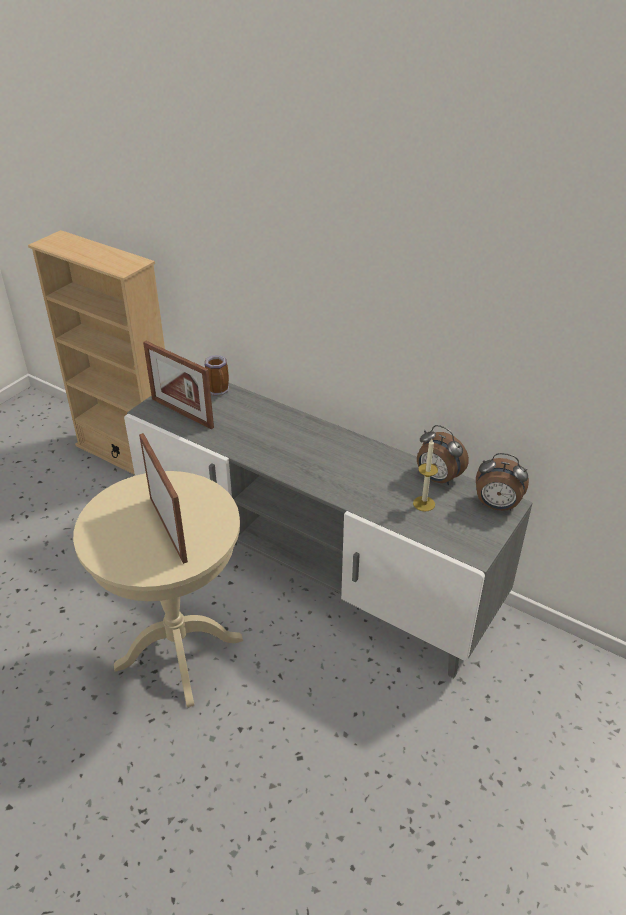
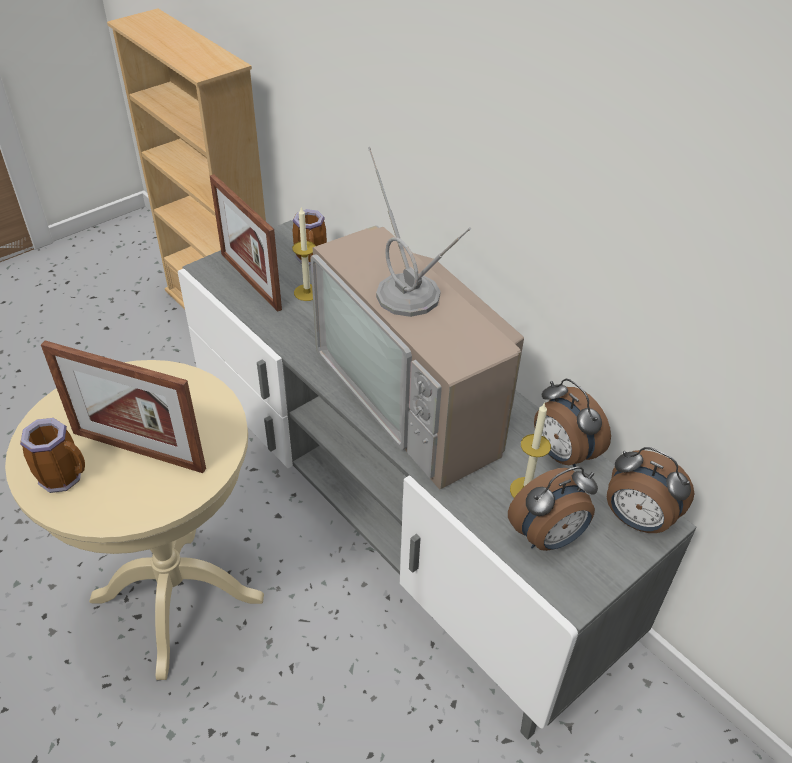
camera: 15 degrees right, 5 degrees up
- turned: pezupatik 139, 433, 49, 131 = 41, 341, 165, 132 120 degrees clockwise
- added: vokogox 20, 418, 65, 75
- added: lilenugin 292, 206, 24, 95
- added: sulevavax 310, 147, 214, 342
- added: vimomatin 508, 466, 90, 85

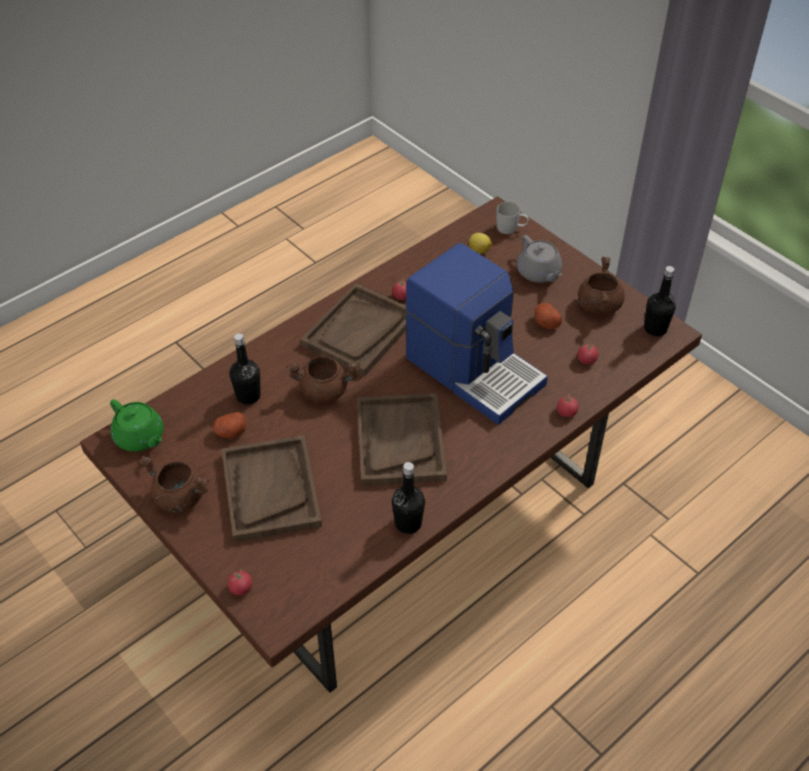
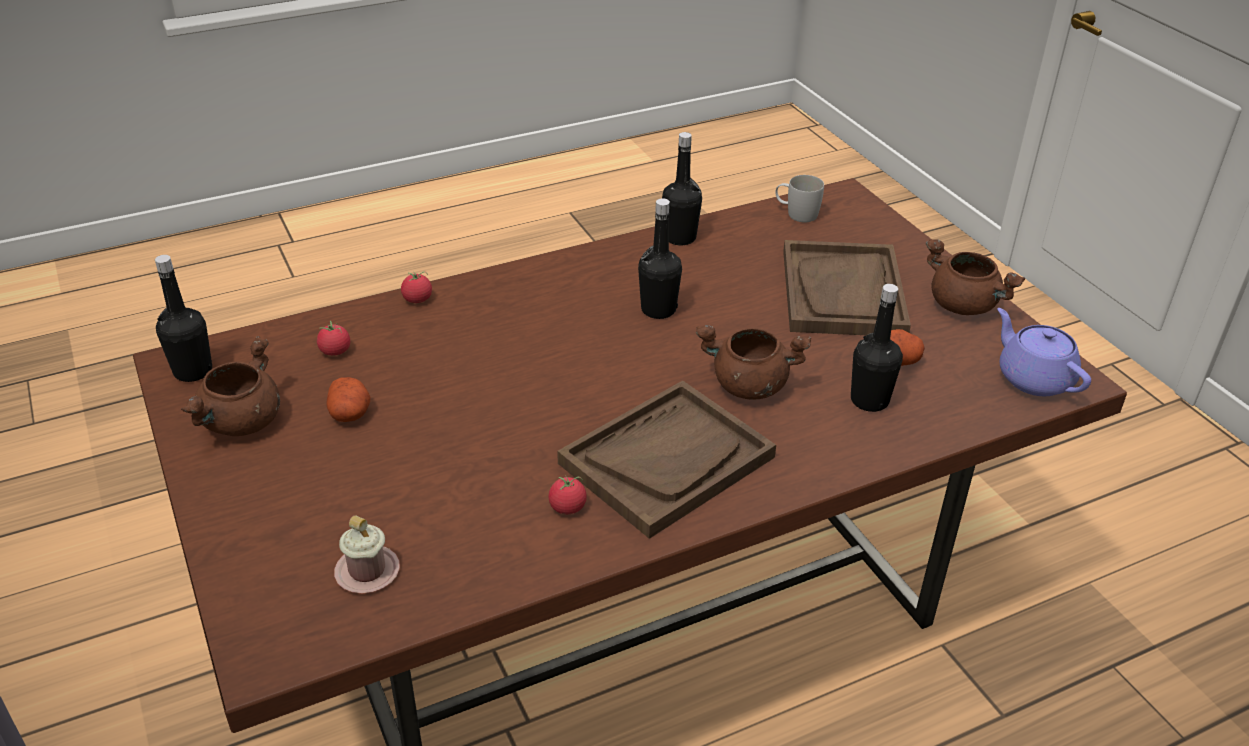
camera: 165 degrees left, 10 degrees down
- recoloured: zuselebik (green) 110, 399, 54, 53 to zuselebik (purple) 997, 308, 94, 88
- removed: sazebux 228, 568, 24, 28
- replaced: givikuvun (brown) 357, 393, 90, 93 to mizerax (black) 638, 198, 44, 121
- removed: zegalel 406, 243, 142, 182
- replaced: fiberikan 469, 233, 23, 21 to vokogox (pink) 334, 516, 66, 77
- moved: vokogox (white) 496, 202, 33, 32 to 775, 175, 49, 47
- removed: zuselebik (grey) 517, 235, 45, 48

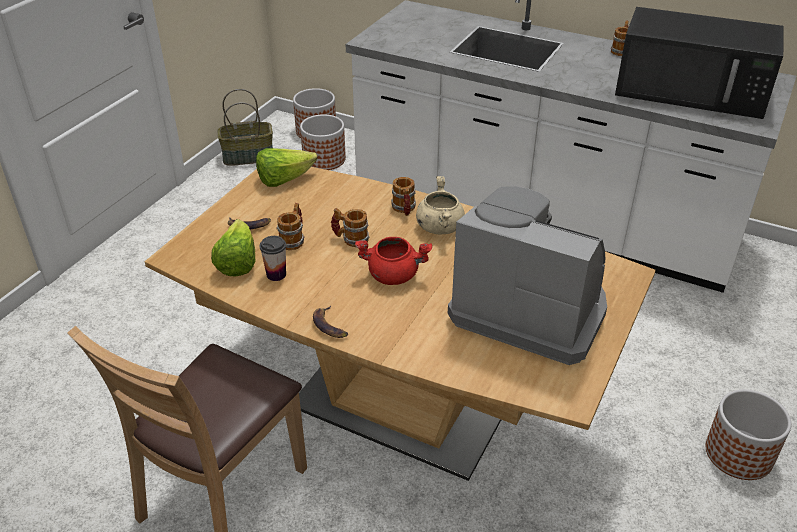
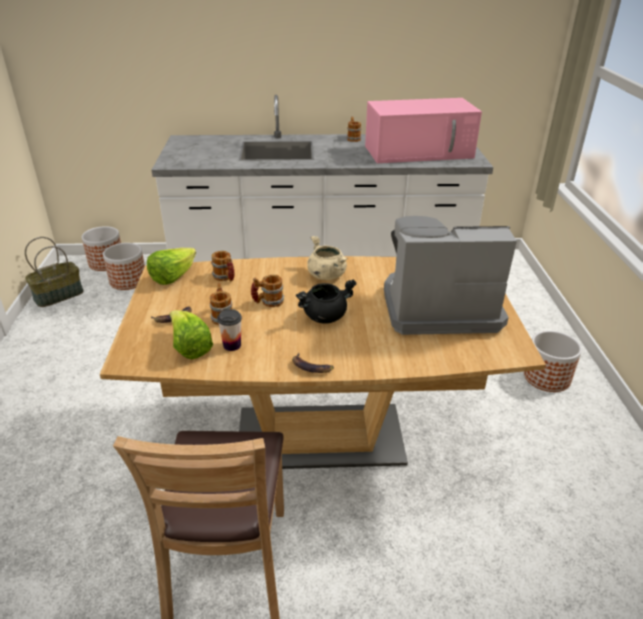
camera: 30 degrees left, 5 degrees down
- recoloured: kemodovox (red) 355, 237, 77, 48 to kemodovox (black) 296, 280, 61, 44
- moved: vokogox 391, 177, 25, 39 to 211, 251, 24, 31
- recoloured: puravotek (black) 615, 7, 169, 112 to puravotek (pink) 365, 98, 117, 65

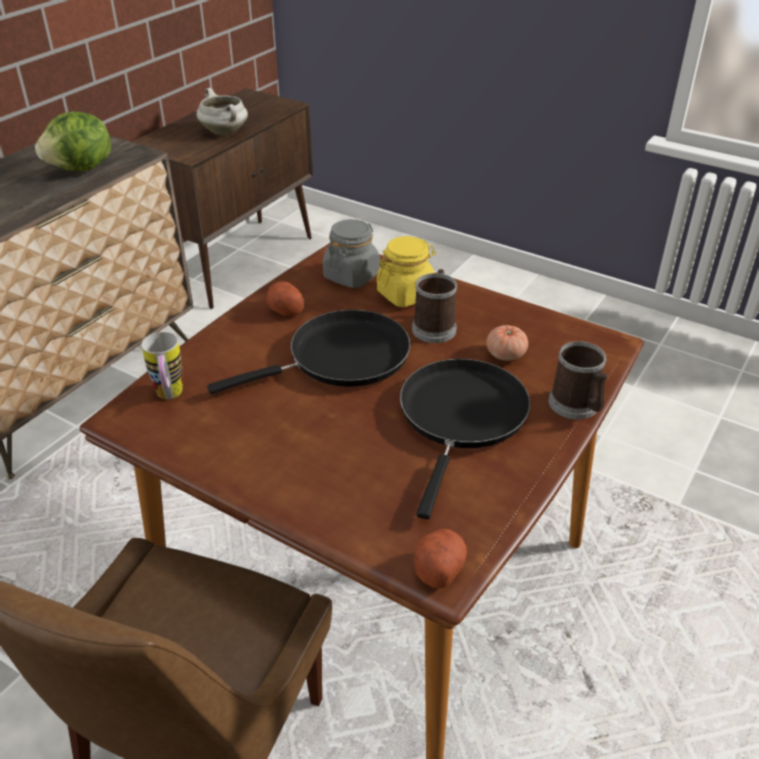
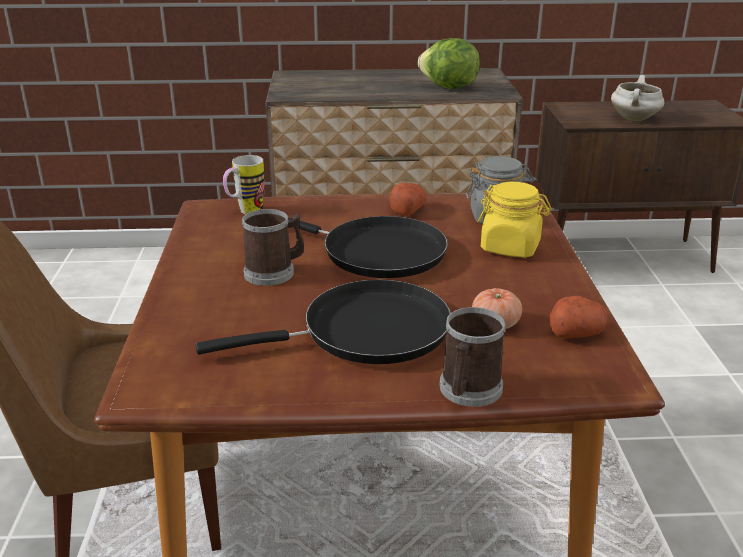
camera: 55 degrees right, 10 degrees down
- moved: vokogox 412, 269, 46, 74 to 242, 209, 62, 77
- moved: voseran 413, 529, 54, 59 to 550, 296, 58, 42

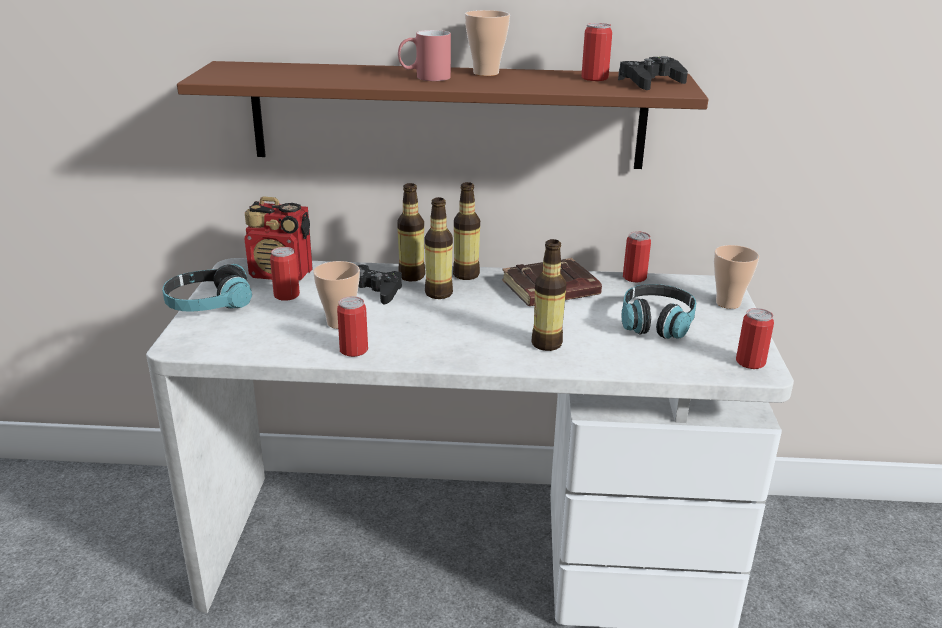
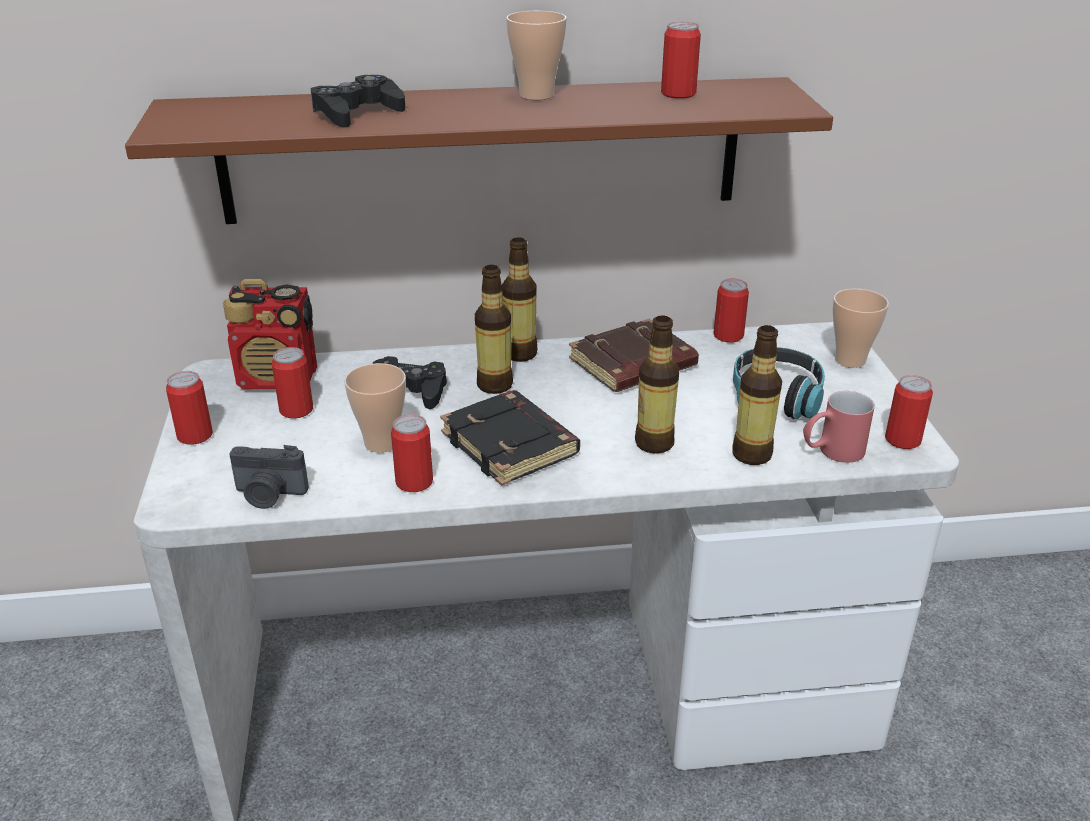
camera: 10 degrees left, 5 degrees up
- replaced: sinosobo 162, 264, 90, 48 to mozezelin 166, 371, 47, 74
- moved: mizerax 397, 183, 28, 98 to 732, 325, 50, 140
- moved: vokogox (red) 398, 30, 53, 51 to 803, 391, 72, 72
- moved: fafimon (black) 618, 56, 70, 34 to 311, 75, 94, 53
- added: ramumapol 229, 445, 80, 64
- added: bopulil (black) 440, 390, 140, 96

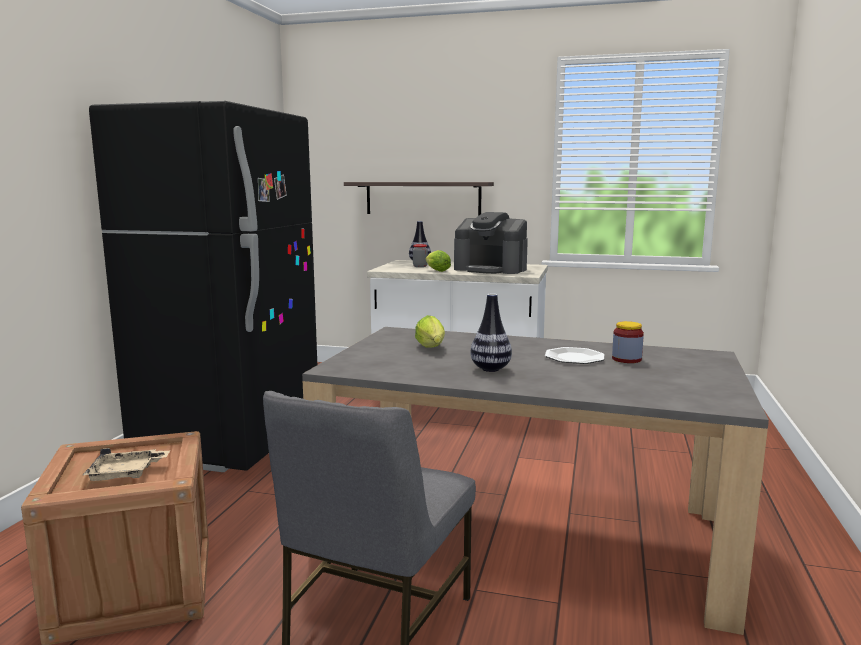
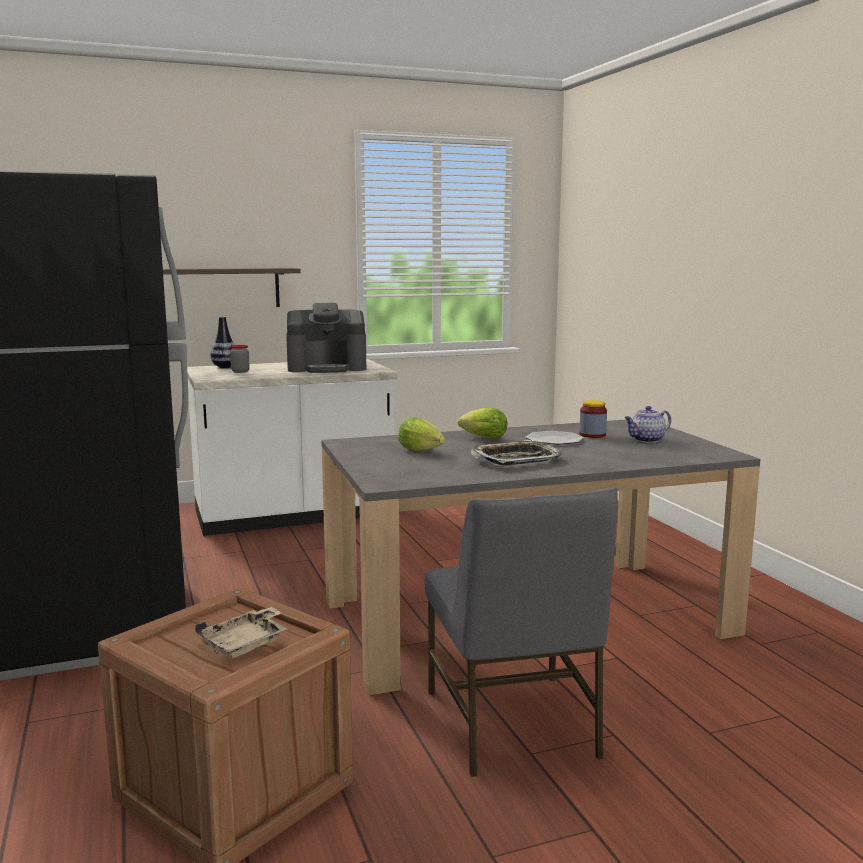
camera: 35 degrees left, 0 degrees up
- moved: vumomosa 425, 250, 26, 22 to 458, 408, 49, 31
- replaced: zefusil 470, 294, 42, 78 to givikuvun 471, 440, 92, 26
- added: zuselebik 625, 406, 46, 37

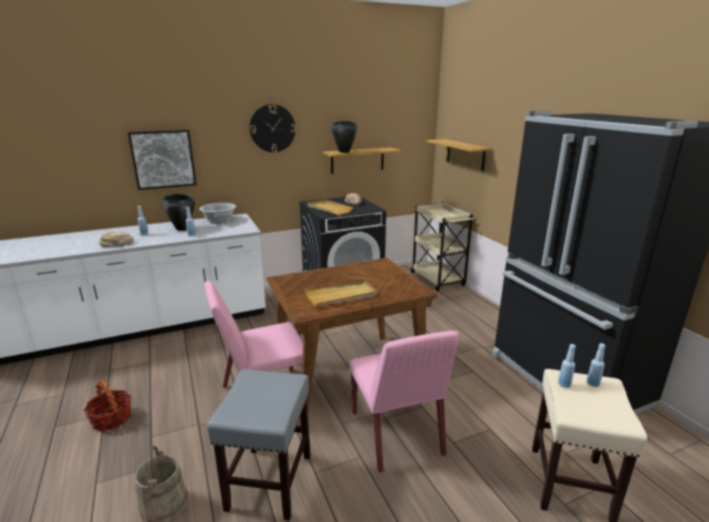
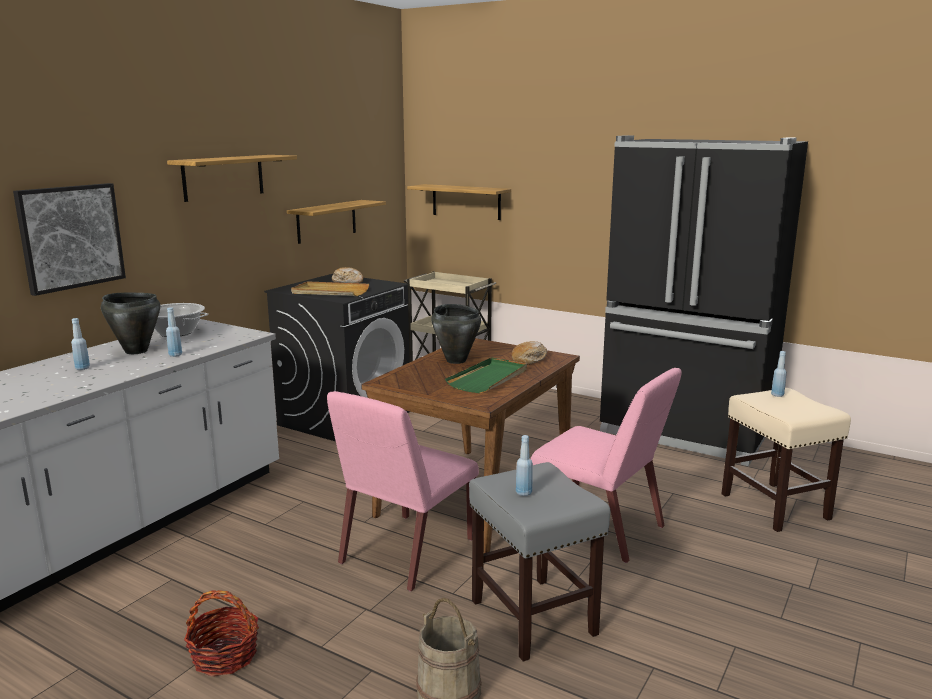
camera: 35 degrees left, 5 degrees down
- moved: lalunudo 99, 232, 35, 15 to 512, 341, 35, 24
- replaced: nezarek 249, 104, 47, 48 to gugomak 167, 155, 130, 47
- recoloured: givikuvun (beige) 304, 279, 74, 27 to givikuvun (green) 445, 357, 82, 36
- moved: kemodovox (black) 331, 121, 26, 32 to 431, 304, 50, 60
- moved: mizerax (blue) 558, 344, 18, 44 to 516, 435, 17, 61

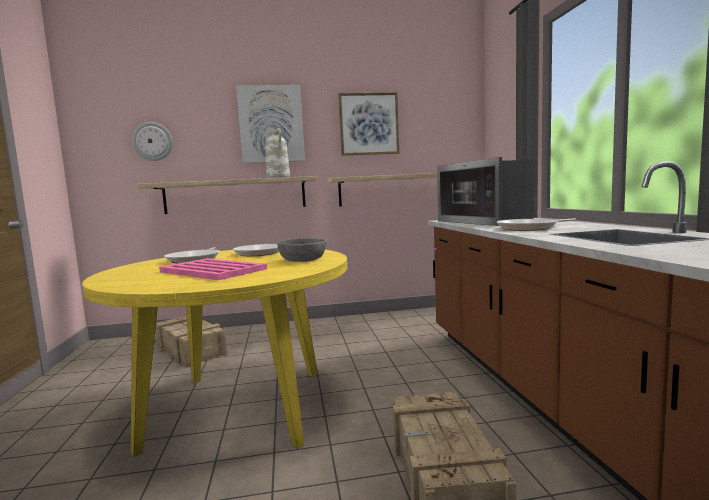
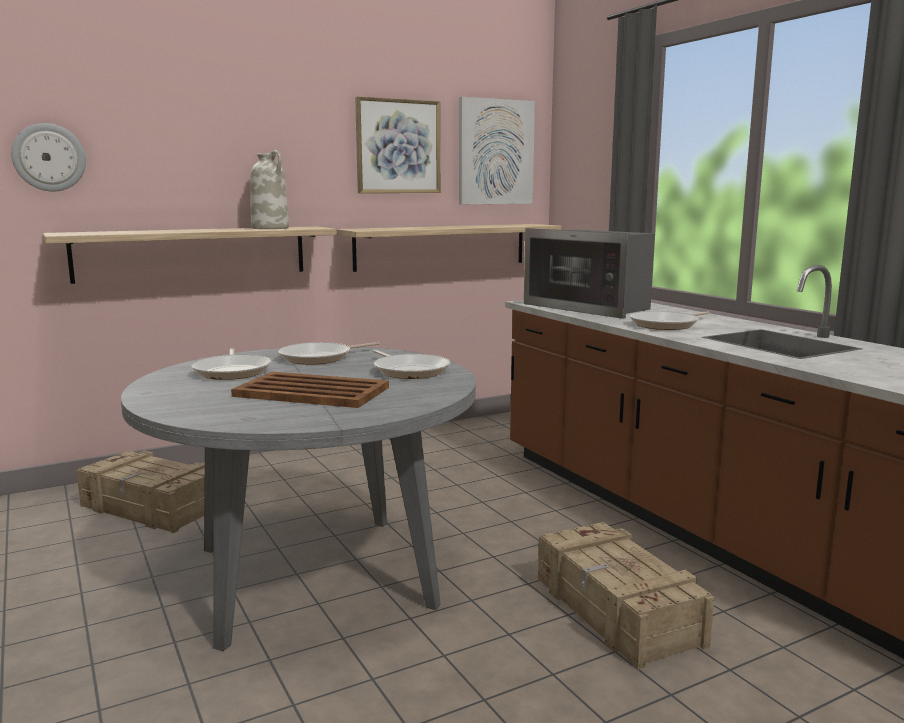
camera: 20 degrees left, 5 degrees up
- recoloured: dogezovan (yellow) 82, 250, 265, 207 to dogezovan (grey) 121, 347, 355, 304
- recoloured: givikuvun (pink) 159, 258, 108, 22 to givikuvun (brown) 231, 372, 158, 36
- moved: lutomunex 236, 85, 69, 78 to 459, 97, 76, 107
- replaced: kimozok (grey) 277, 238, 50, 24 to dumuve 373, 350, 78, 29

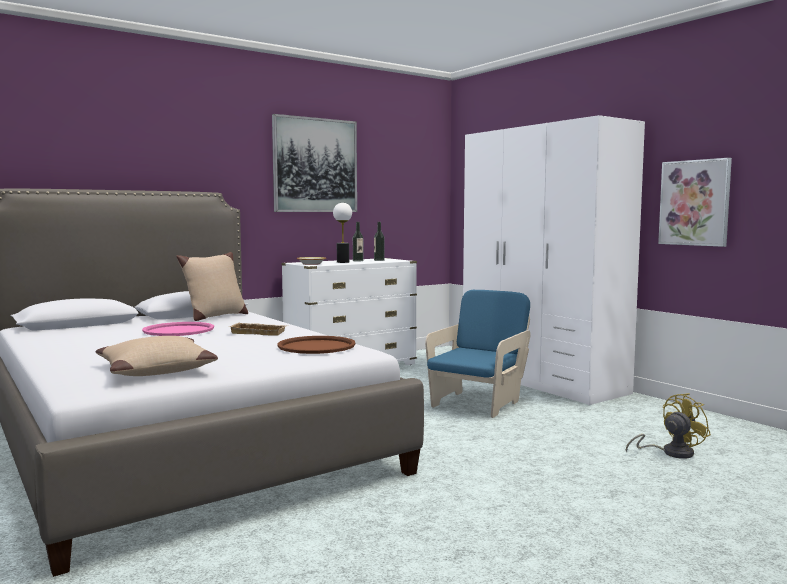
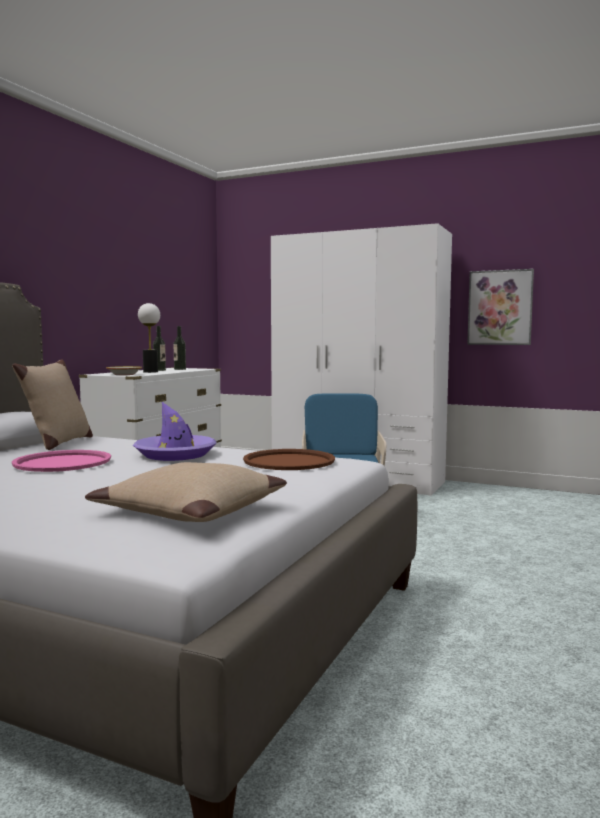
camera: 30 degrees left, 0 degrees up
- replaced: givikuvun (beige) 230, 323, 56, 13 to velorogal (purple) 133, 402, 83, 59
- removed: lutomunex 272, 114, 85, 98
- removed: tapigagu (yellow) 626, 393, 85, 66

